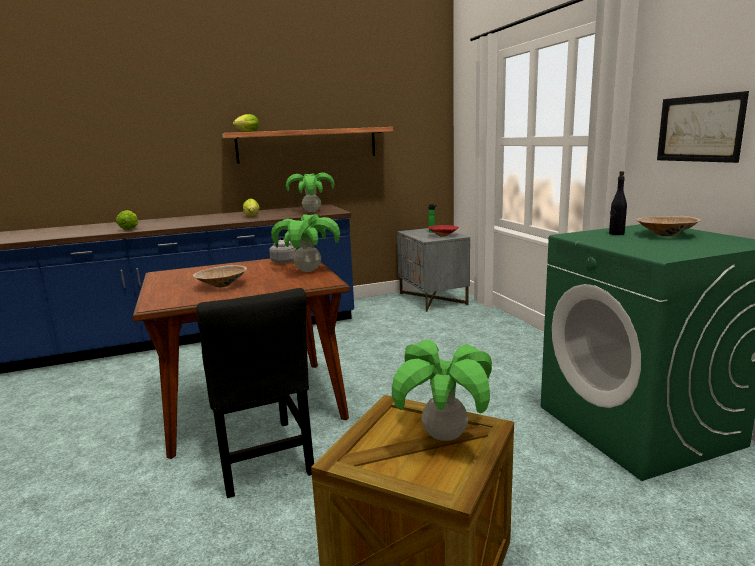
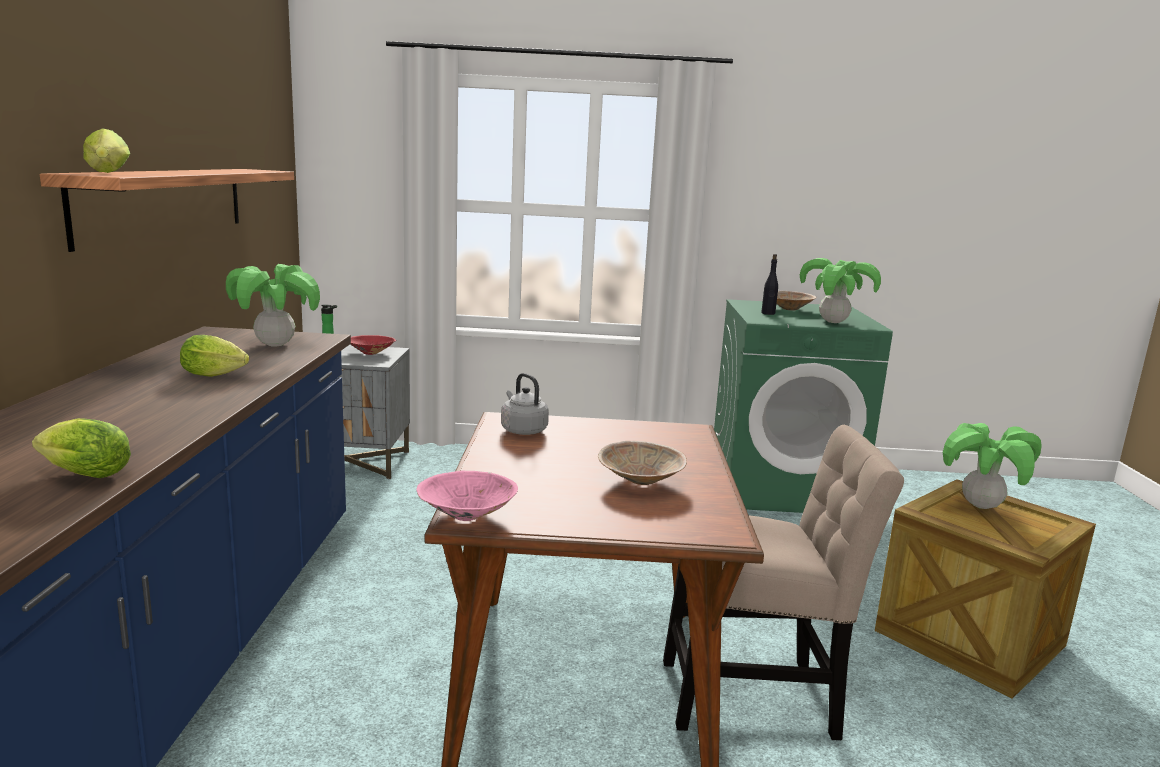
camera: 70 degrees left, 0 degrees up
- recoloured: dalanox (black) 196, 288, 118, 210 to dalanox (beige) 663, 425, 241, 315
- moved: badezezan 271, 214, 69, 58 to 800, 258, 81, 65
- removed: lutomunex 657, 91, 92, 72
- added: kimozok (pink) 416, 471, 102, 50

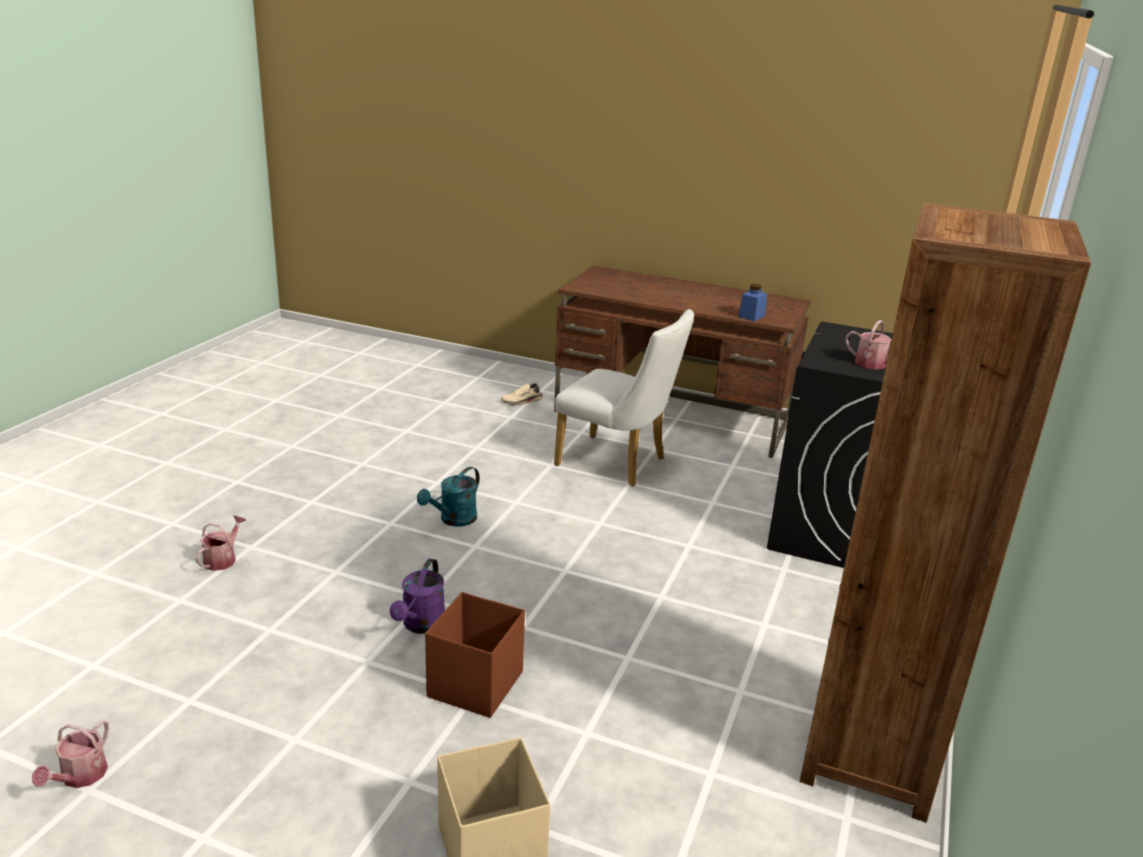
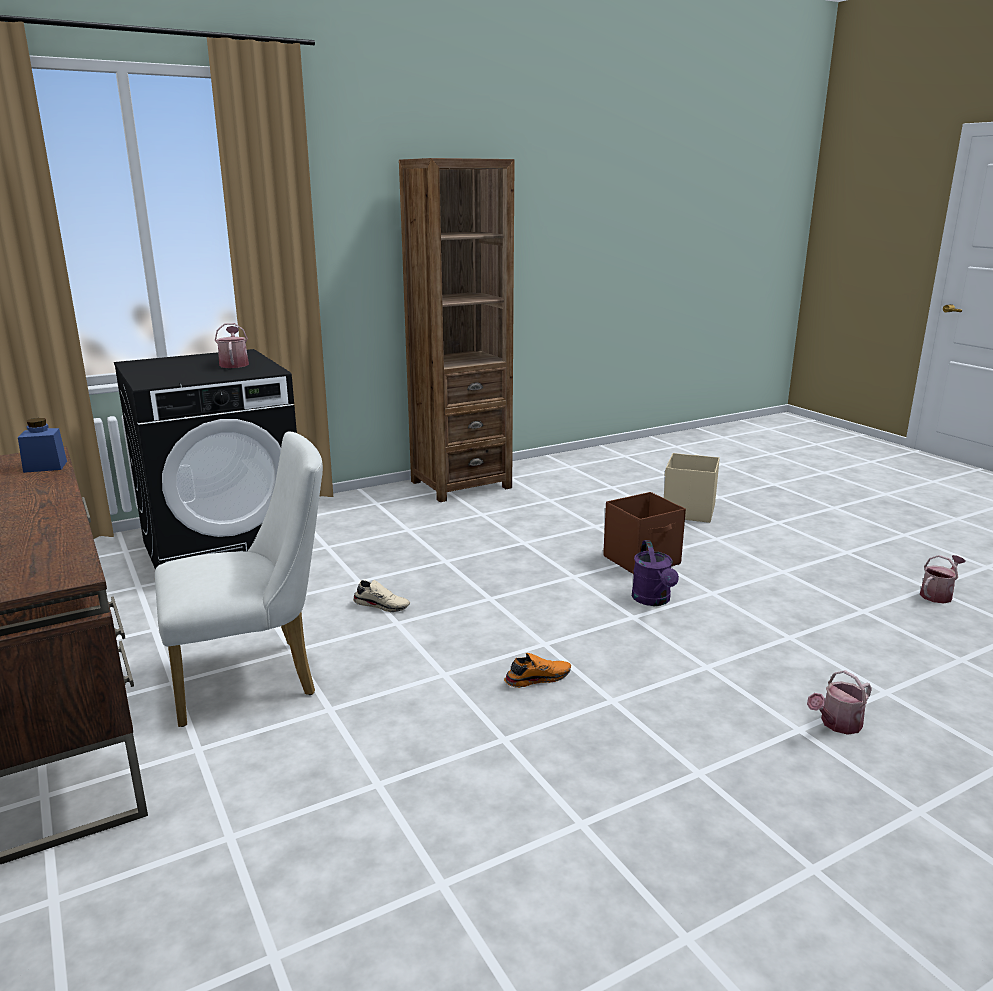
camera: 140 degrees left, 5 degrees down
- turned: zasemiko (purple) 390, 558, 55, 76 = 632, 540, 47, 66 120 degrees clockwise
- replaced: zasemiko (turquoise) 417, 467, 63, 60 to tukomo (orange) 504, 653, 67, 35
- moved: tukomo (beige) 501, 383, 42, 23 to 353, 580, 57, 32
- turned: dalanox (white) 554, 309, 140, 178 = 155, 431, 168, 296 90 degrees clockwise

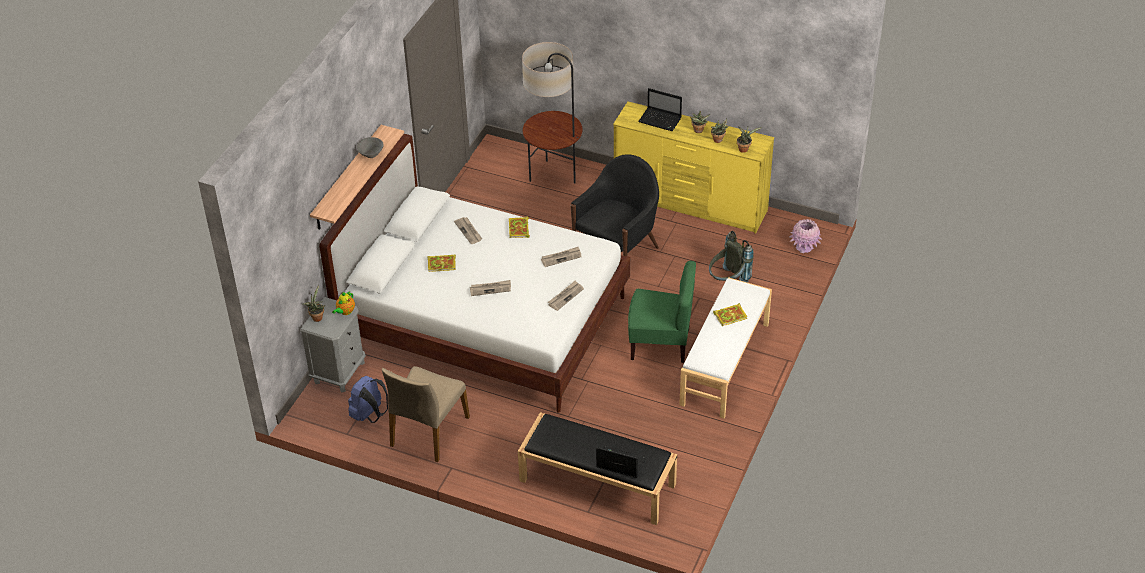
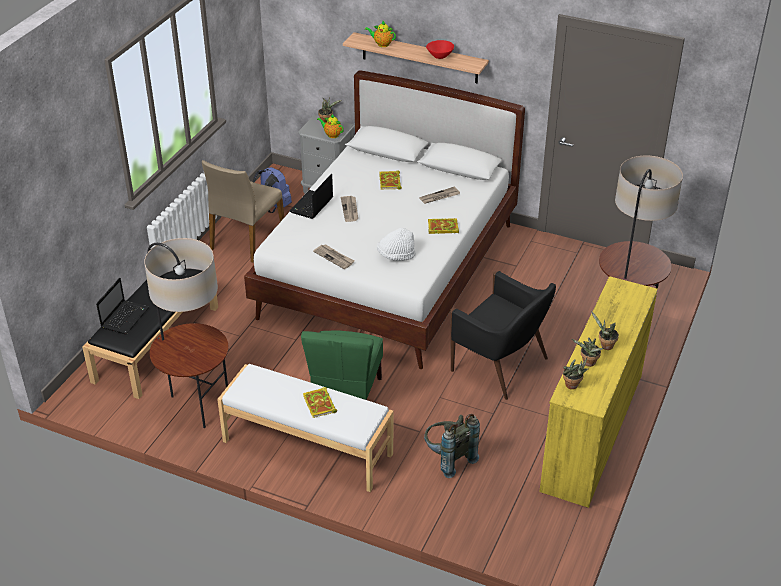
camera: 90 degrees right, 5 degrees down
- recoloured: kimozok (grey) 357, 137, 27, 21 to kimozok (red) 426, 40, 28, 19
- turned: dalanox (beige) 382, 366, 88, 96 = 202, 160, 82, 103 90 degrees counterclockwise
- replaced: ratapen 541, 246, 41, 21 to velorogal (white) 377, 228, 39, 33
- moved: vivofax 638, 88, 44, 43 to 290, 174, 43, 45
- removed: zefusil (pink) 790, 219, 32, 34
- added: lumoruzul 145, 238, 84, 190
- added: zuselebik 365, 21, 31, 26

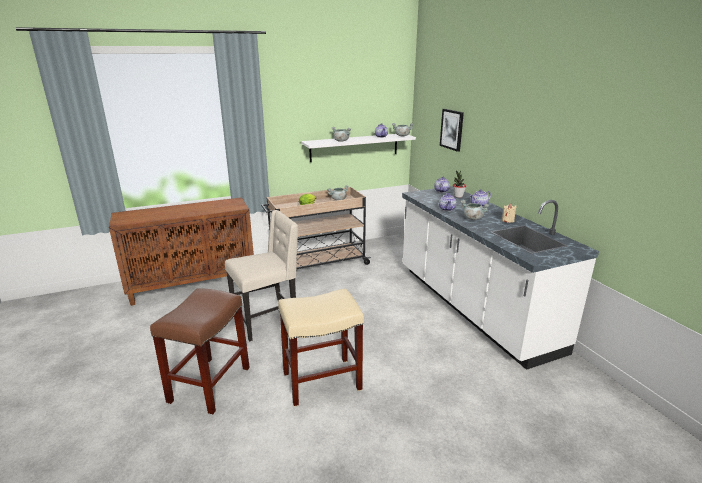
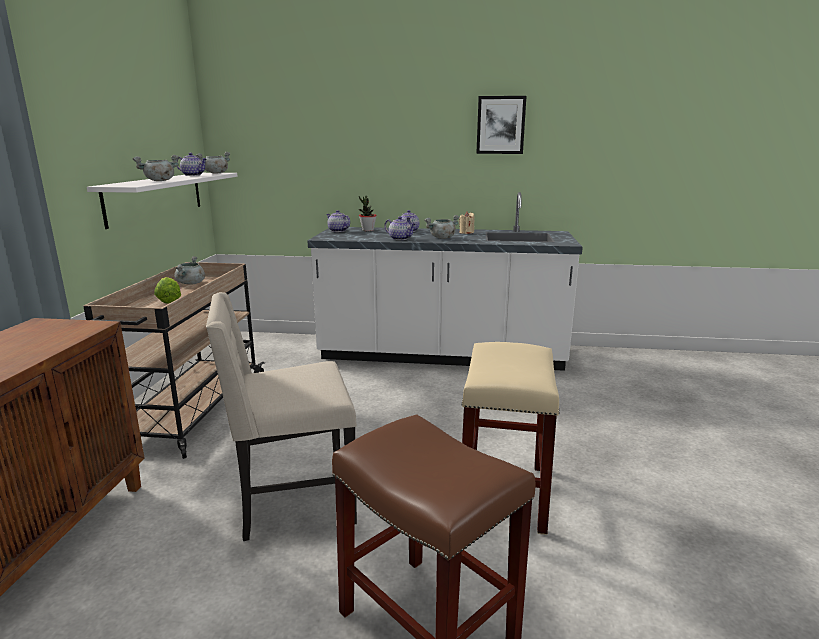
camera: 60 degrees left, 5 degrees down
- turned: dalanox (beige) 225, 210, 73, 132 = 206, 292, 151, 249 105 degrees counterclockwise
- moved: lutomunex 440, 109, 24, 43 to 476, 96, 50, 58

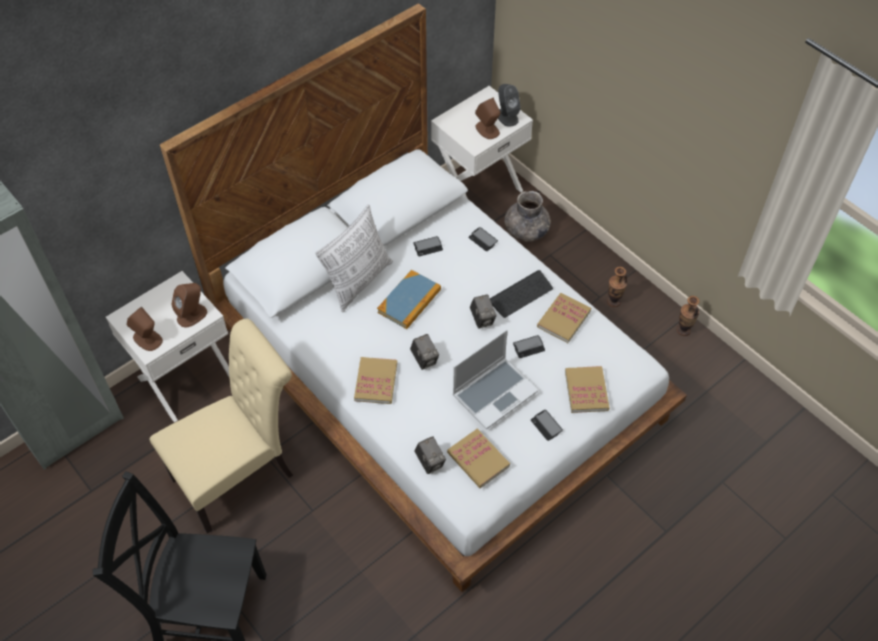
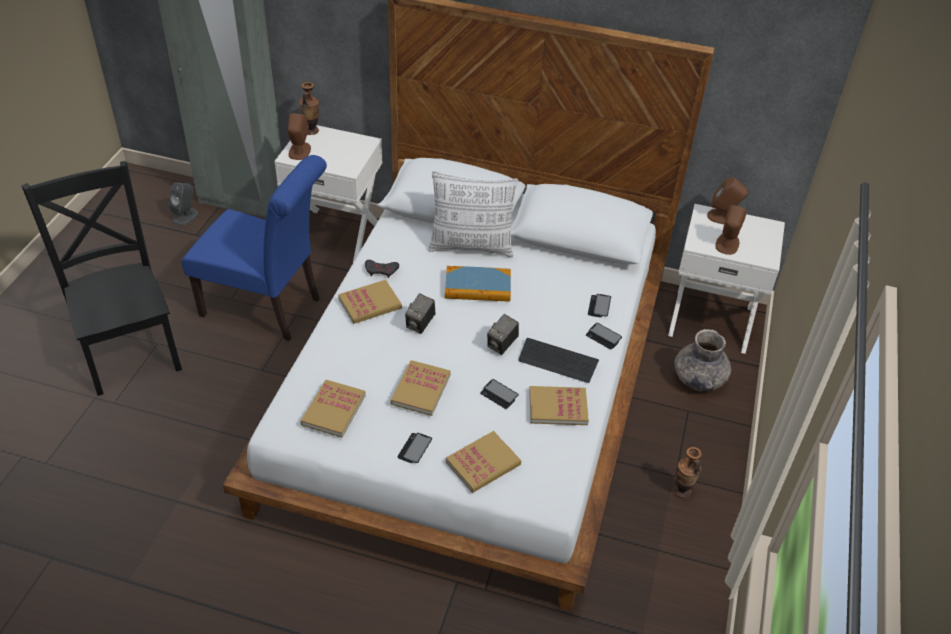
camera: 55 degrees right, 10 degrees down
- recoloured: dalanox (beige) 150, 318, 143, 216 to dalanox (blue) 181, 155, 146, 186
- moved: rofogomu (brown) 171, 283, 36, 44 to 707, 177, 41, 47
- moved: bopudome 414, 236, 29, 20 to 586, 323, 36, 27
- removed: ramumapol 415, 436, 31, 38
- replaced: vivofax 452, 329, 86, 101 to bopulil 391, 360, 60, 56
- moved: rofogomu (grey) 498, 84, 23, 43 to 168, 183, 31, 42
- moved: zefusil 677, 296, 23, 40 to 299, 82, 20, 53
- added: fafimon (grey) 365, 260, 34, 18

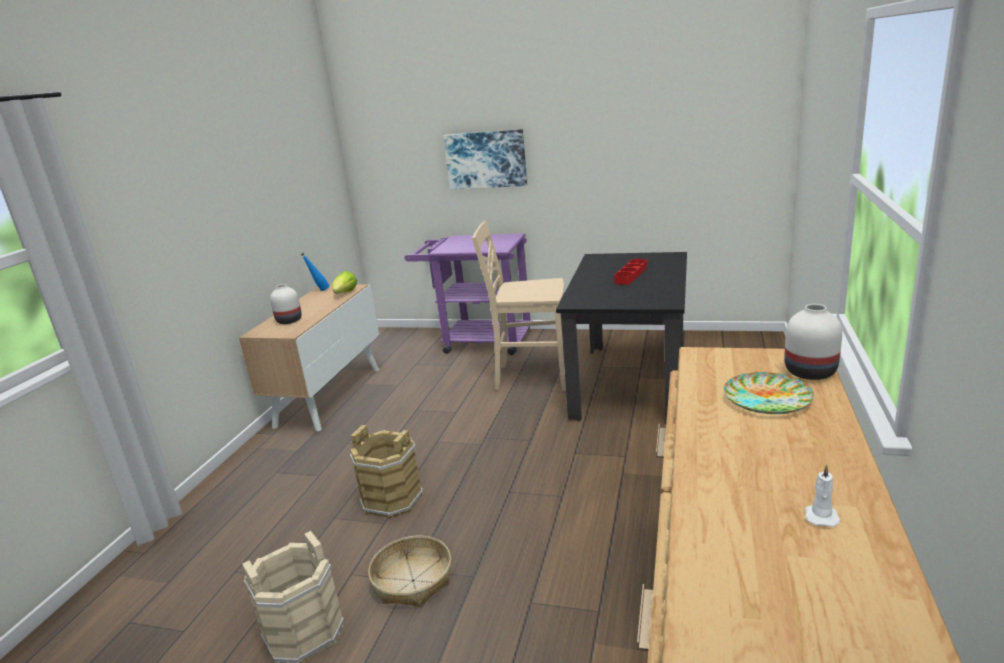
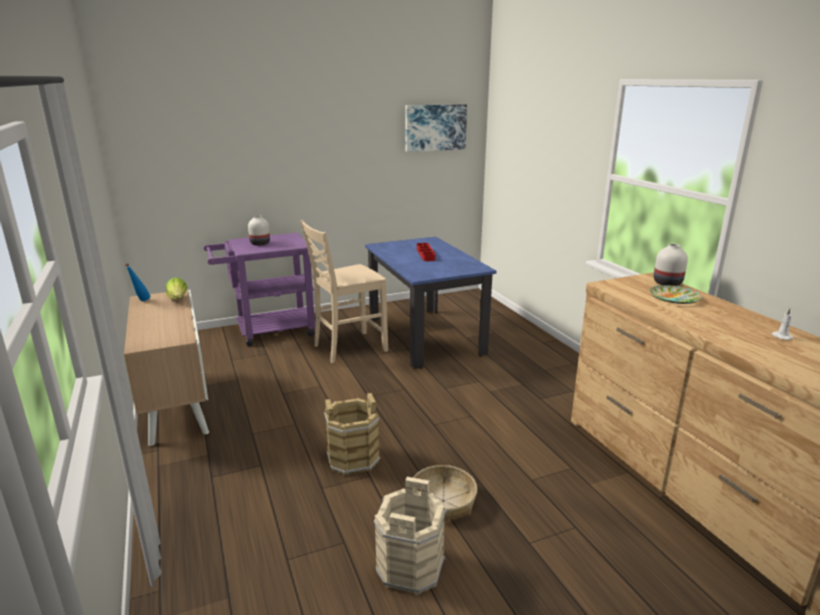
camera: 40 degrees left, 0 degrees up
- moved: zefusil (white) 270, 284, 32, 40 to 248, 215, 22, 31
- moved: lutomunex 443, 129, 84, 61 to 405, 104, 62, 48
- recoloured: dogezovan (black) 556, 252, 131, 172 to dogezovan (blue) 365, 237, 131, 132

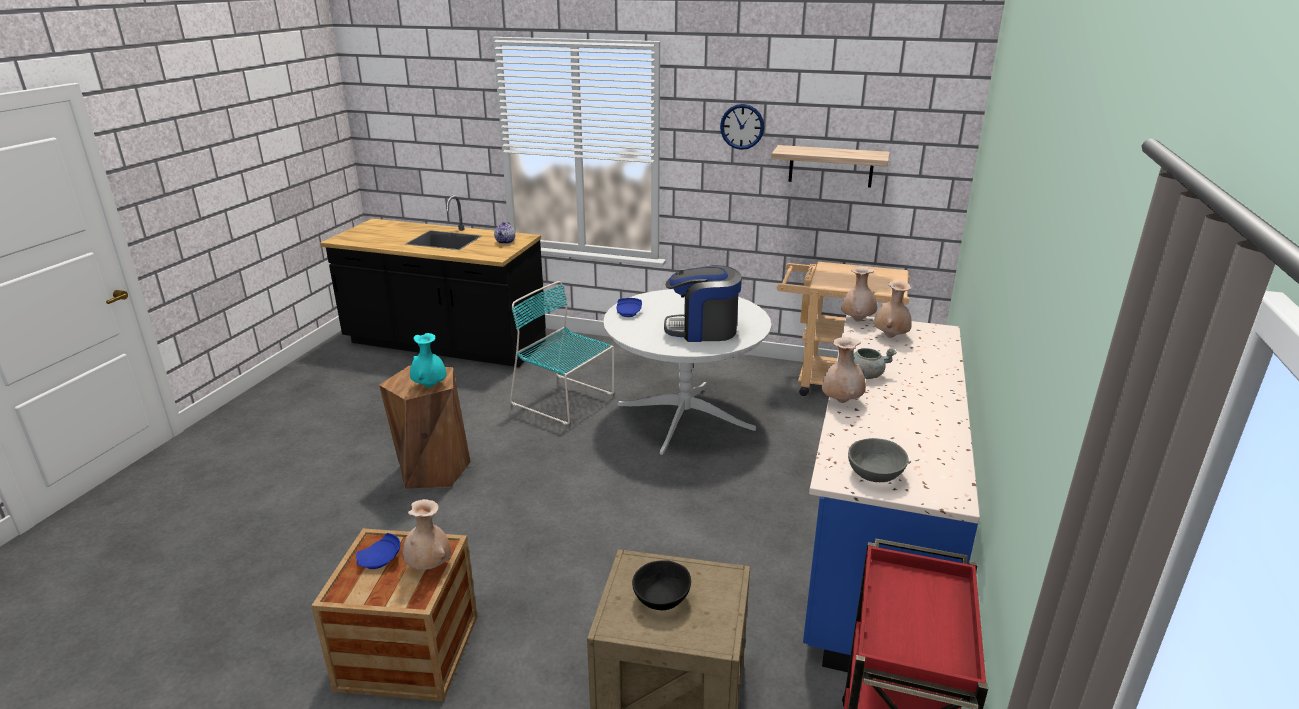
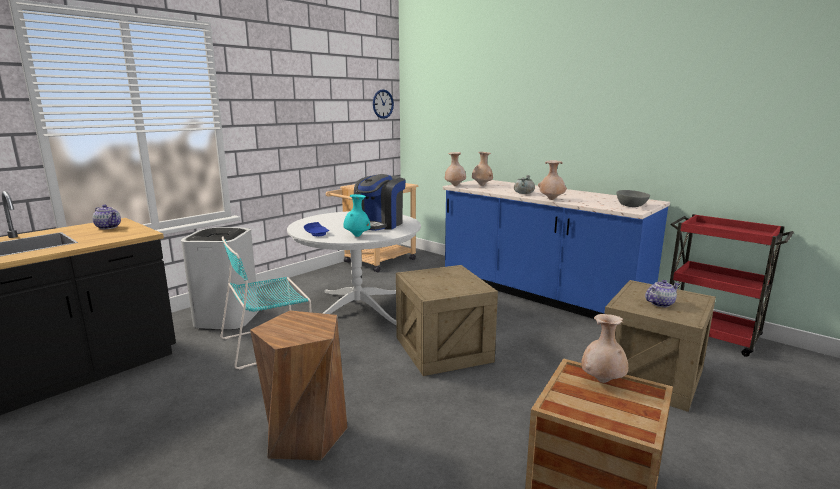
camera: 65 degrees left, 10 degrees down
- removed: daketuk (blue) 356, 533, 44, 36
- moved: zefusil (turquoise) 410, 333, 36, 54 to 343, 194, 28, 43
- replaced: kimozok (black) 632, 560, 59, 50 to zuselebik 645, 280, 34, 27
- moved: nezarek 720, 104, 44, 46 to 373, 89, 21, 30
- removed: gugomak 771, 145, 119, 43
- added: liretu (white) 181, 227, 78, 103
- added: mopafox 396, 265, 102, 111

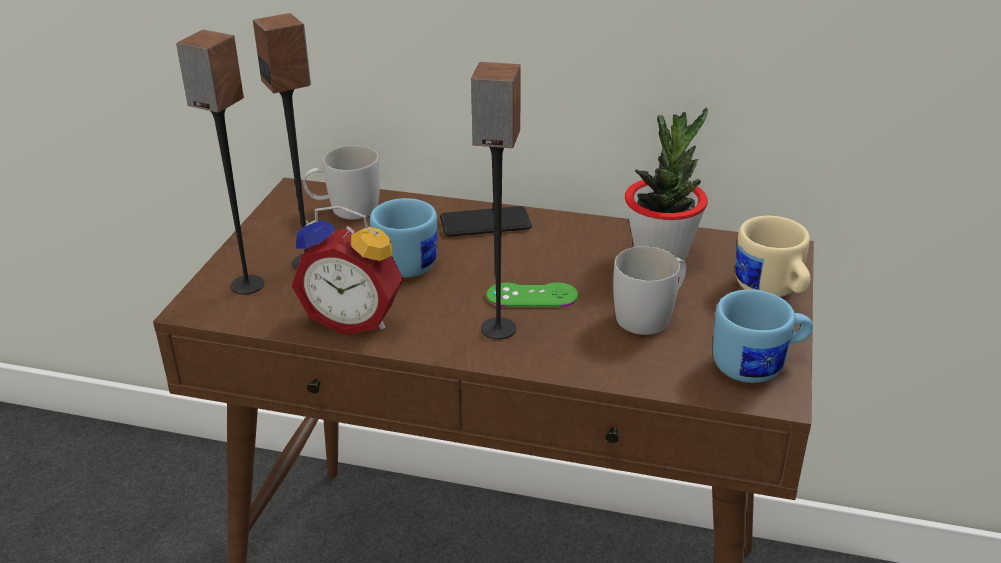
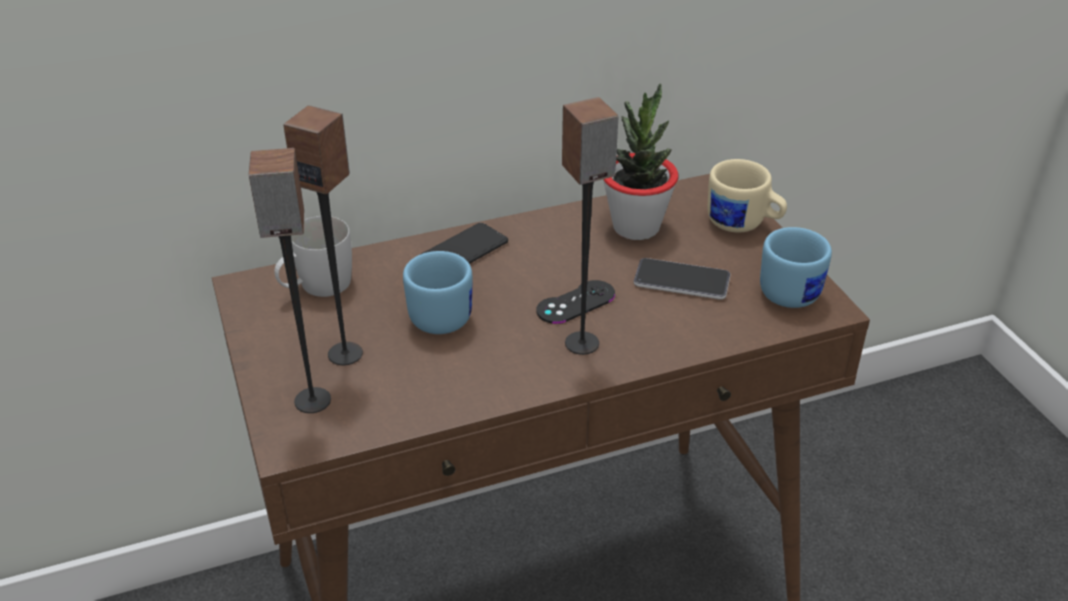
camera: 35 degrees left, 5 degrees up
- removed: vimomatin 291, 205, 112, 130
- recoloured: fafimon (green) 487, 282, 91, 25 to fafimon (black) 536, 280, 79, 44
- replaced: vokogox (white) 613, 246, 73, 89 to bopudome 634, 258, 96, 42

